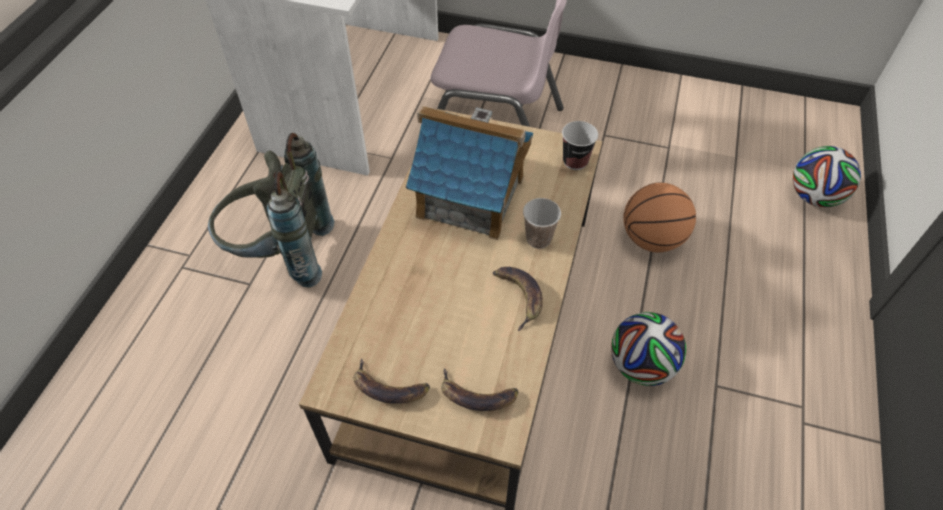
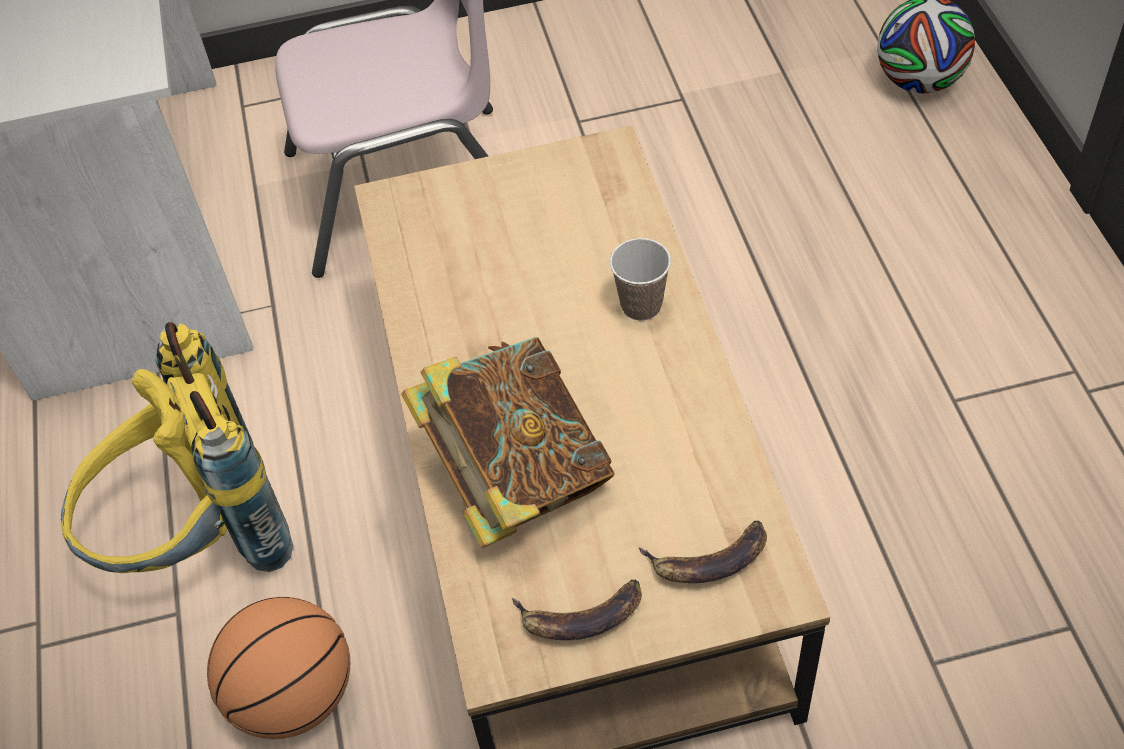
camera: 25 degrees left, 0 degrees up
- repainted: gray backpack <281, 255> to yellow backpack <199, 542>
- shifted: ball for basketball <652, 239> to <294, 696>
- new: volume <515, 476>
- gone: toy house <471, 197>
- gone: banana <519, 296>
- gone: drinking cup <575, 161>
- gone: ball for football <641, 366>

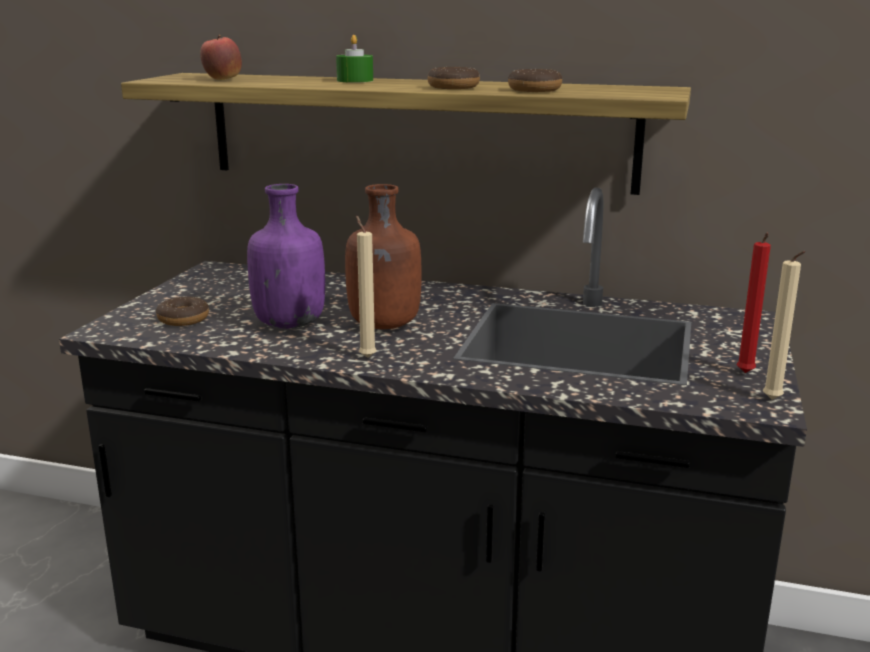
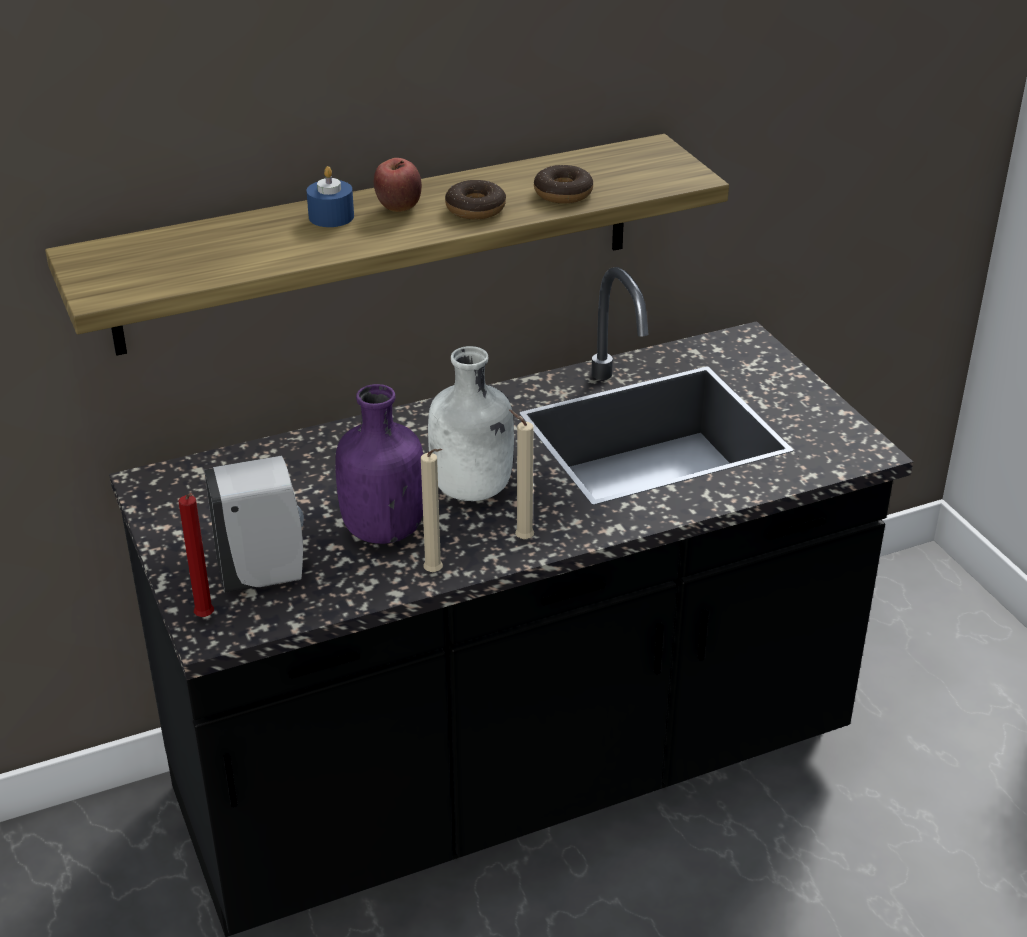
camera: 40 degrees left, 15 degrees up
- shifted: reddish wax light <745, 374> to <205, 619>
- swapped: doughnut <183, 319> to white-coloured liquid soap bottle <265, 575>
- repainted: green-coloured wax light <355, 80> to blue-coloured wax light <331, 216>
- shifted: whole apple <222, 79> to <399, 208>
- shifted: beige-coloured wax light <773, 401> to <435, 573>
- repainted: brownish bottle <384, 325> to white-coloured bottle <472, 490>

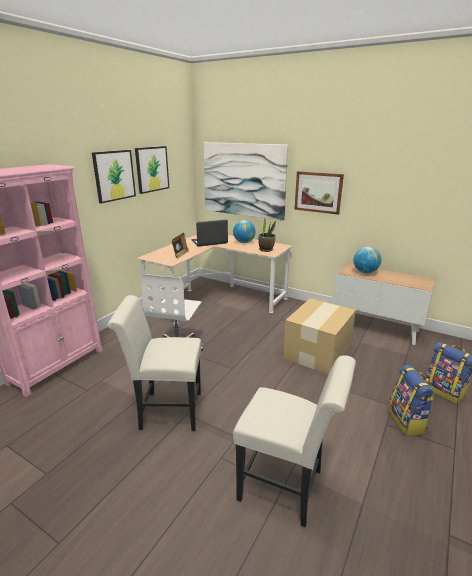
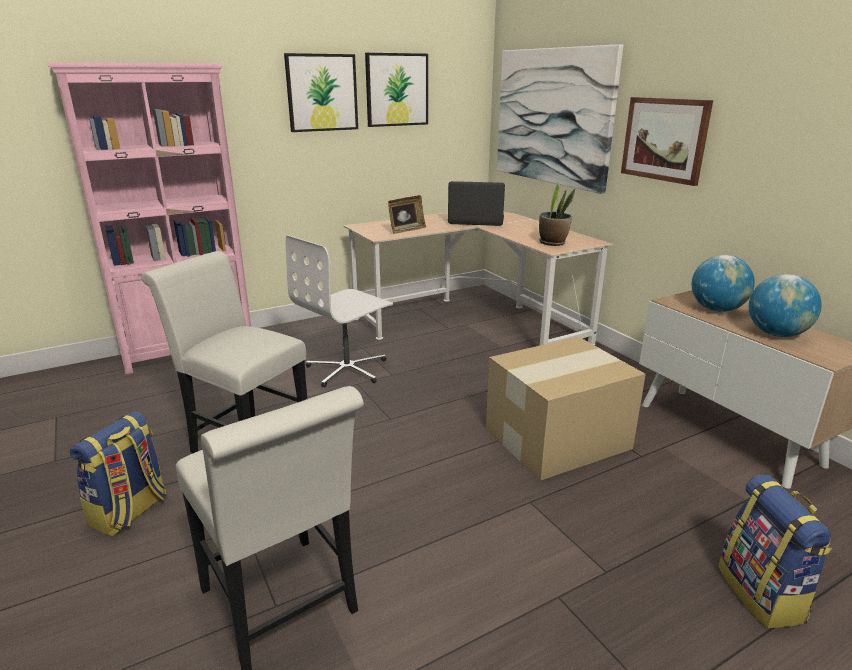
camera: 30 degrees right, 0 degrees up
- shifted: backpack <407, 421> to <130, 512>
- shifted: desk globe <244, 242> to <776, 334>

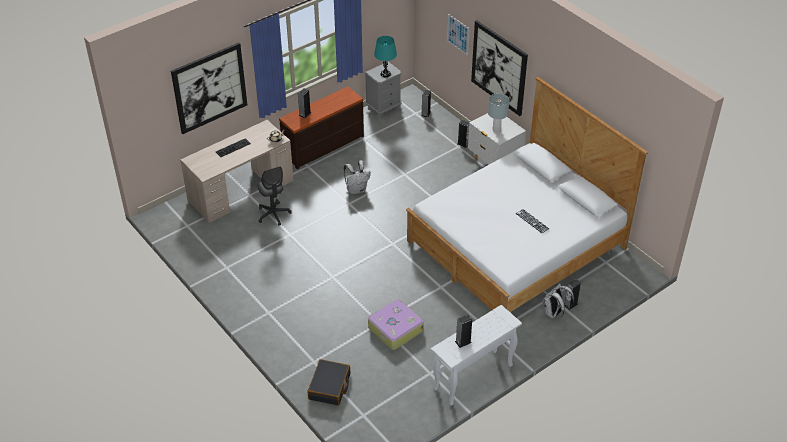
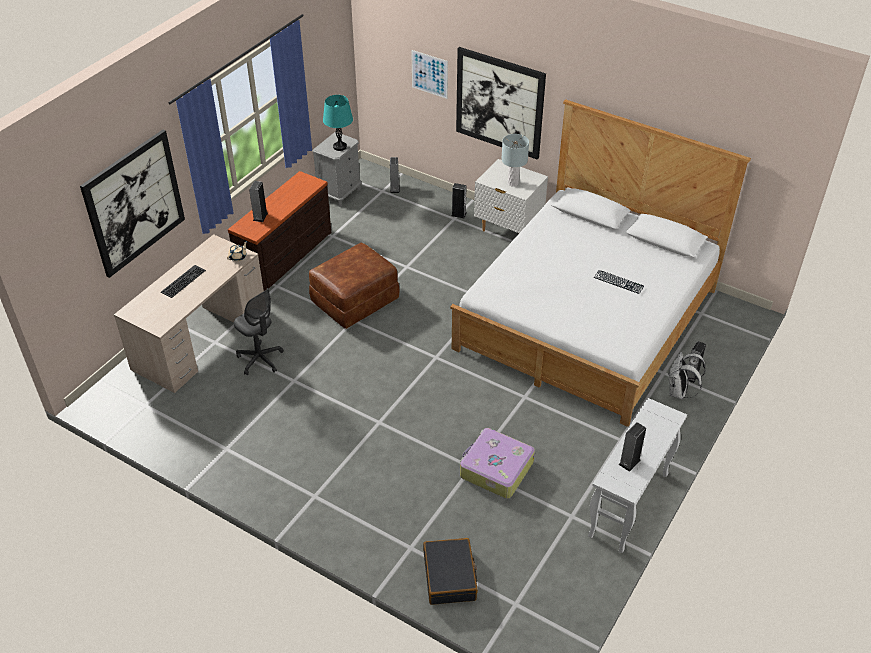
camera: 20 degrees left, 0 degrees up
- swapped: white-coloured backpack <356, 190> to brownish footrest <355, 300>

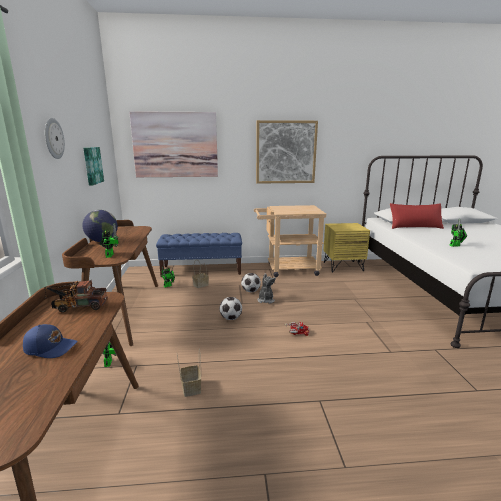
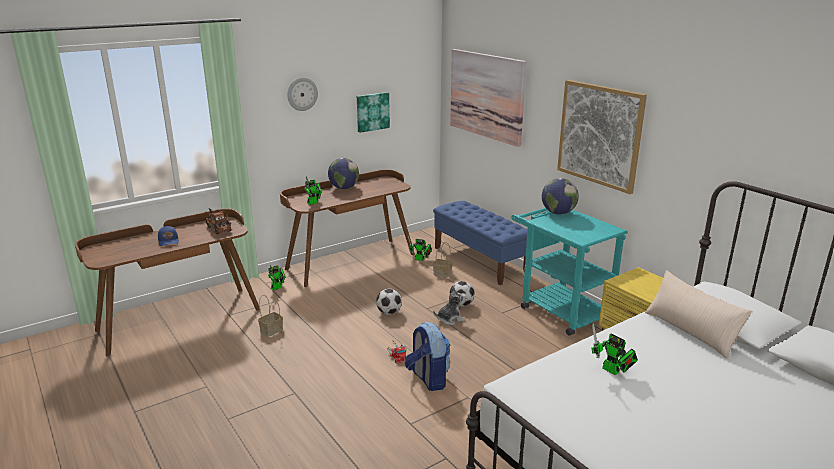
camera: 60 degrees right, 5 degrees up
- new: backpack <428, 379>
- repainted: beige-coloured trolley <287, 269> to turquoise-coloured trolley <559, 309>
- new: desk globe <558, 213>
- repainted: reddish pillow <414, 227> to beige-coloured pillow <691, 331>

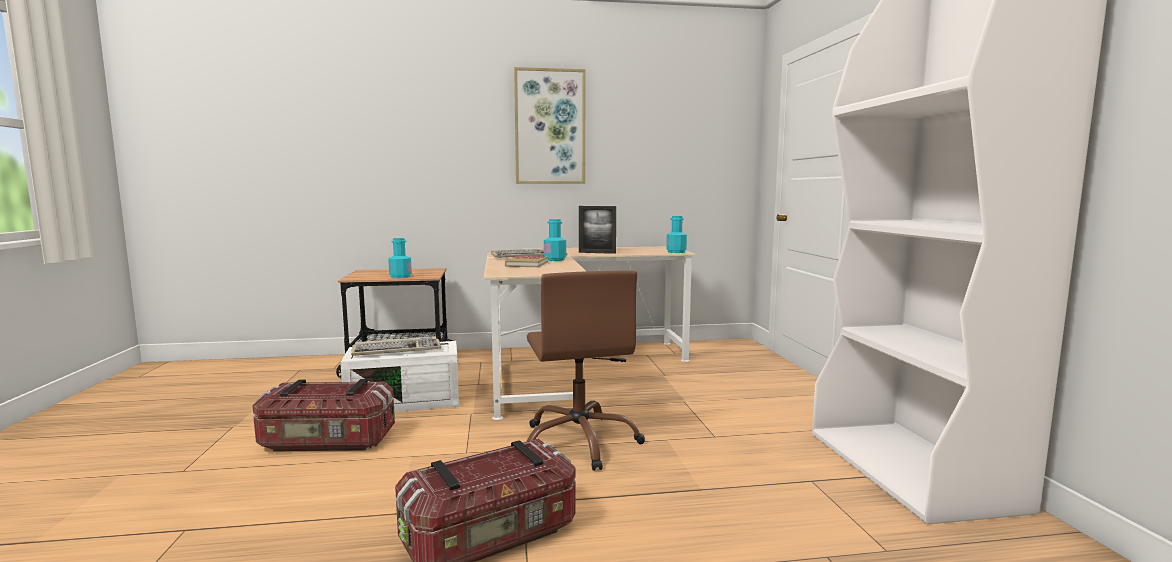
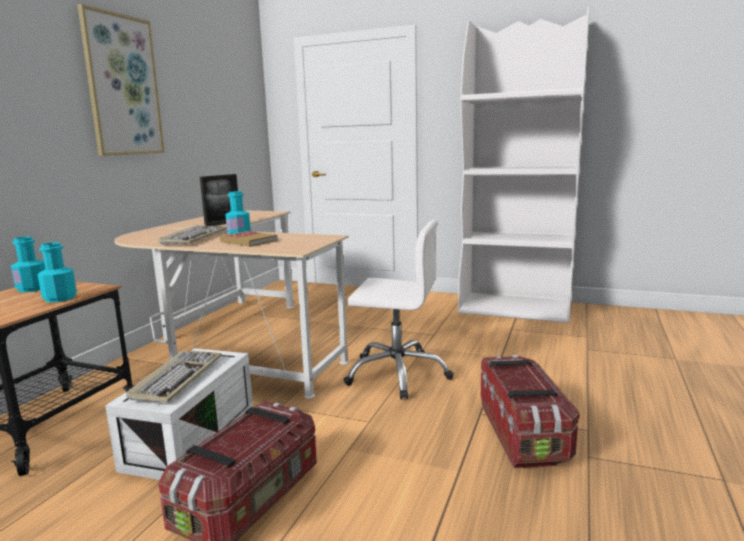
camera: 60 degrees left, 5 degrees up
- shifted: turquoise-coloured bottle <676, 252> to <32, 288>
- repainted: brownish office chair <580, 441> to white-coloured office chair <397, 374>

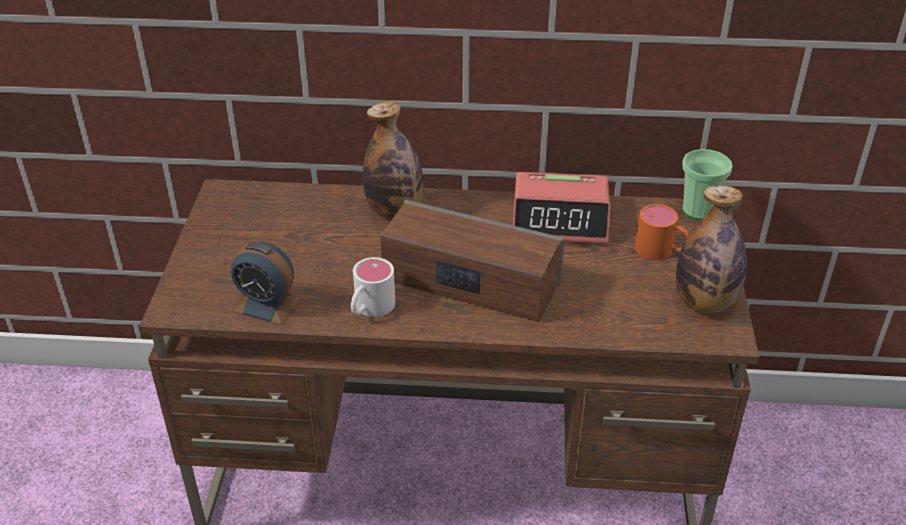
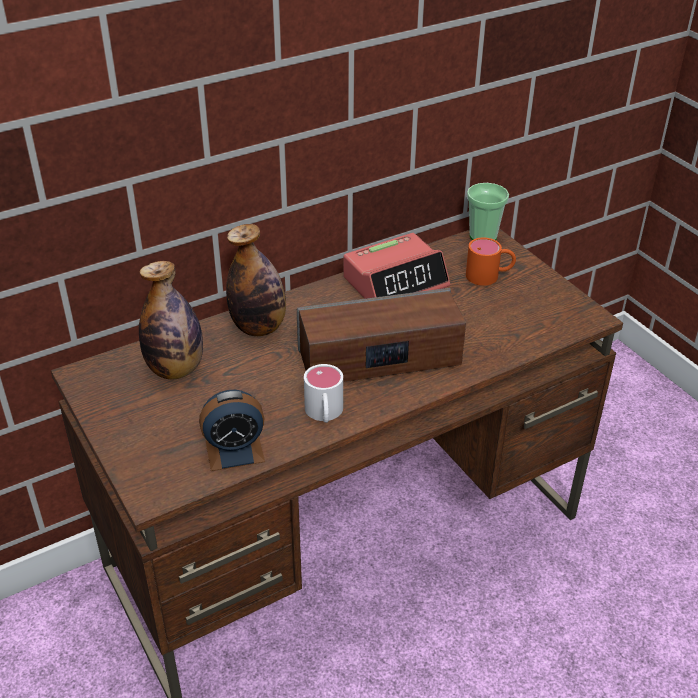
camera: 35 degrees left, 0 degrees up
- shifted: bottle <704, 303> to <175, 369>

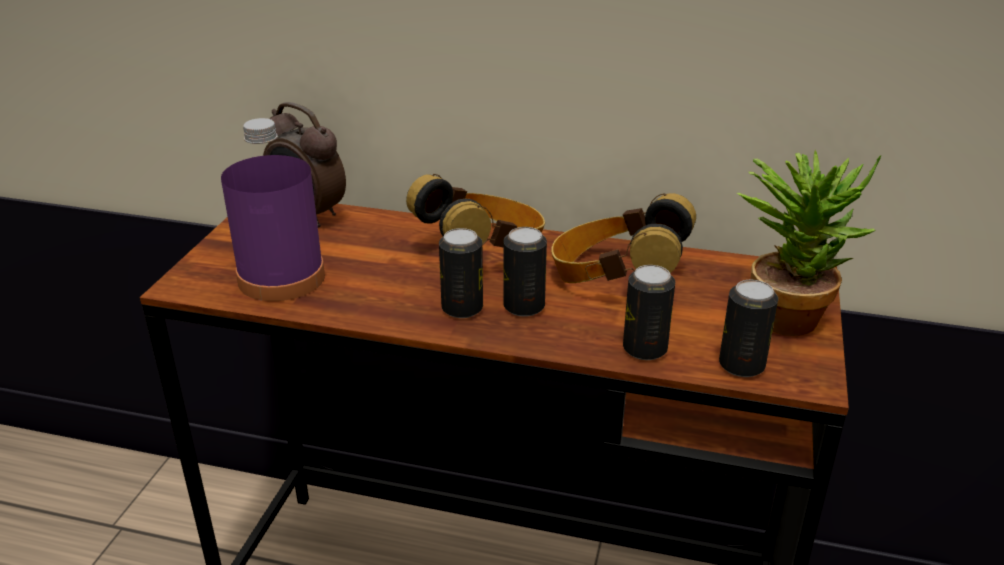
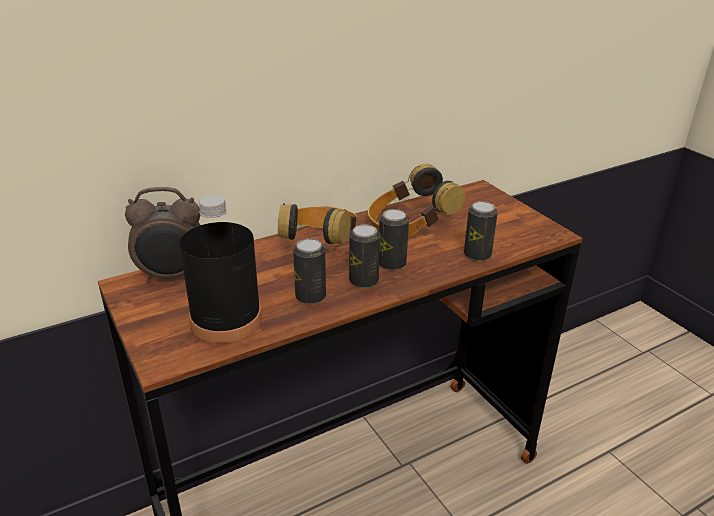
camera: 45 degrees left, 0 degrees up
- repainted: purple bottle <281, 277> to blackish bottle <226, 320>
- shifted: metal can <741, 365> to <310, 296>
- gone: houseplant <788, 312>

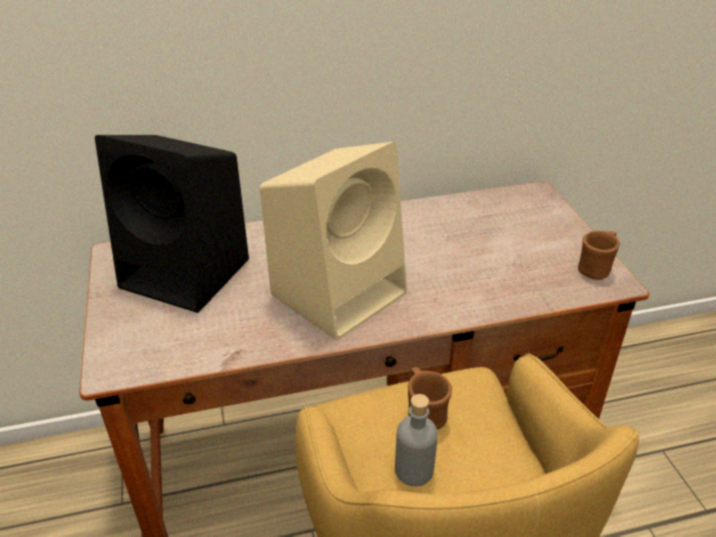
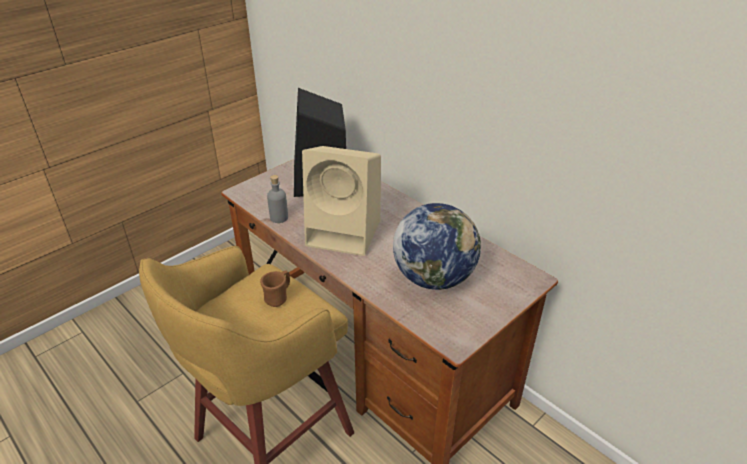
camera: 60 degrees right, 0 degrees up
- shifted: gray bottle <414, 470> to <279, 218>
- new: desk globe <434, 278>
- gone: brownish coffee mug <596, 269>

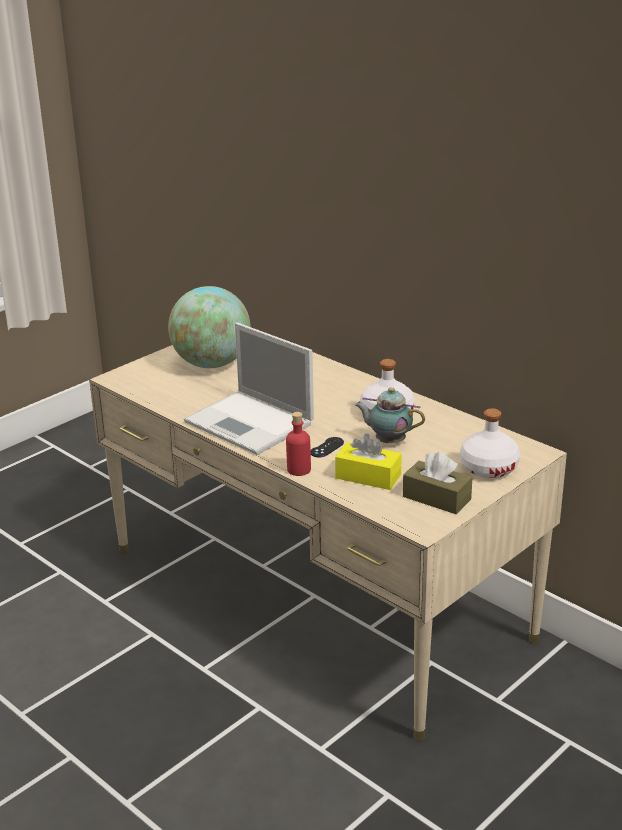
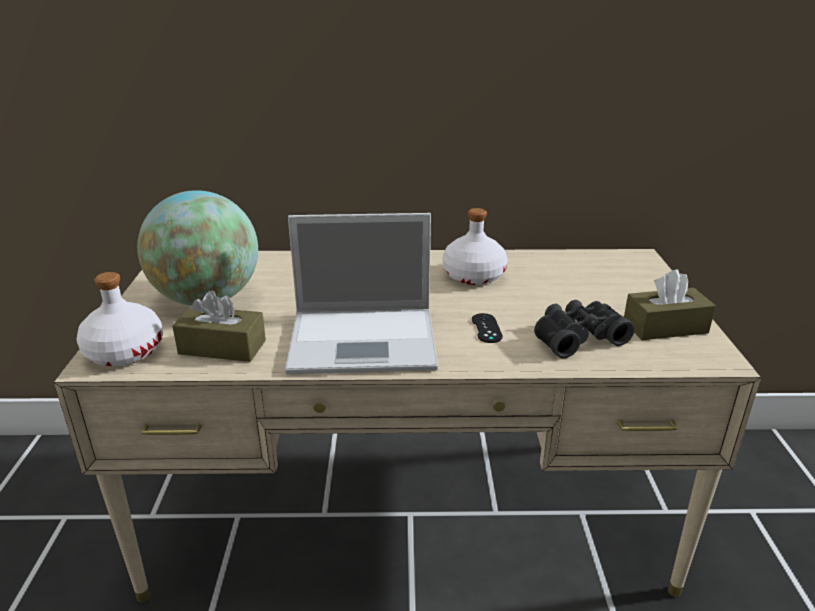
camera: 45 degrees left, 0 degrees up
- shifted: white-coloured bottle <488, 467> to <124, 351>
- new: brownish tissue holder <222, 347>
- swapped: yellow tissue holder <368, 476> to blackish field glasses <577, 337>
- gone: reddish bottle <299, 470>
- gone: tea pot <388, 441>

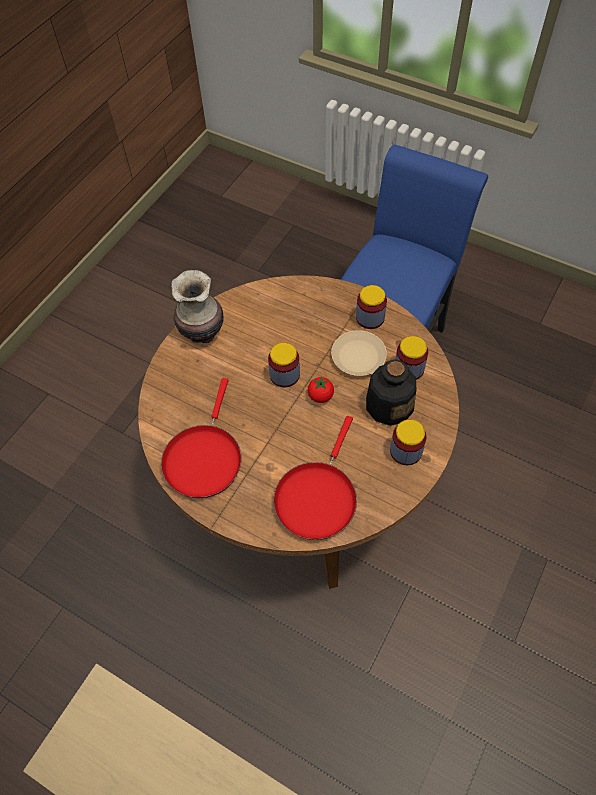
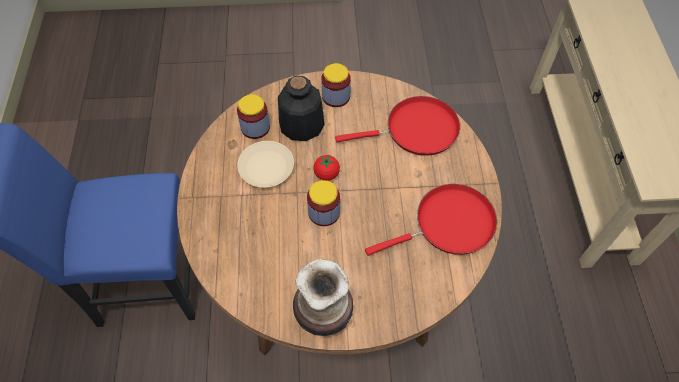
camera: 125 degrees left, 0 degrees up
- gone: jar <370, 318>

